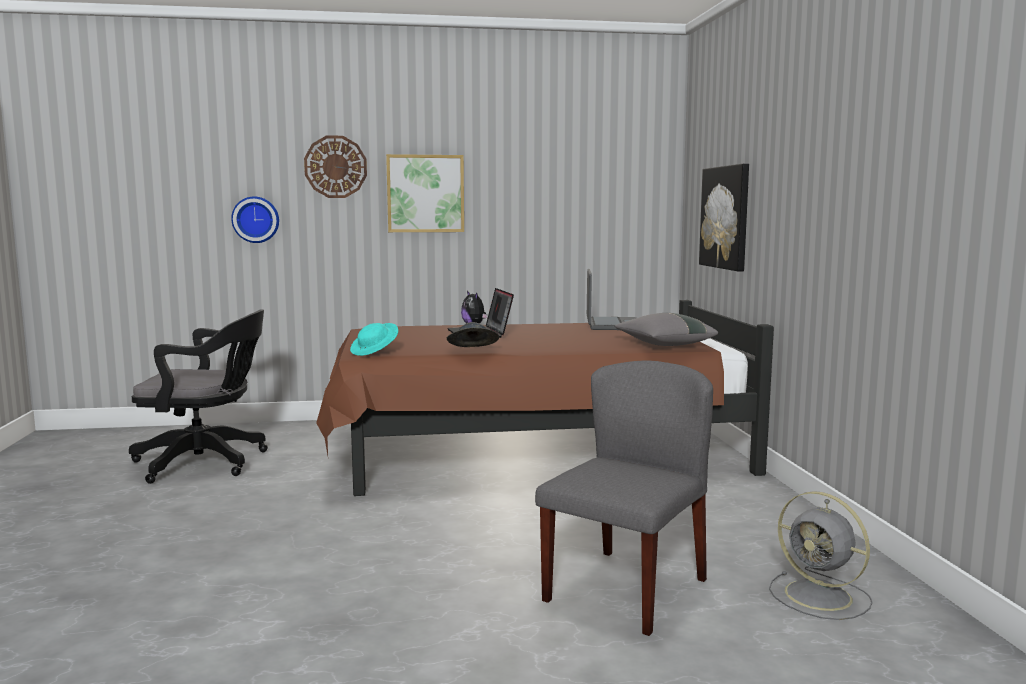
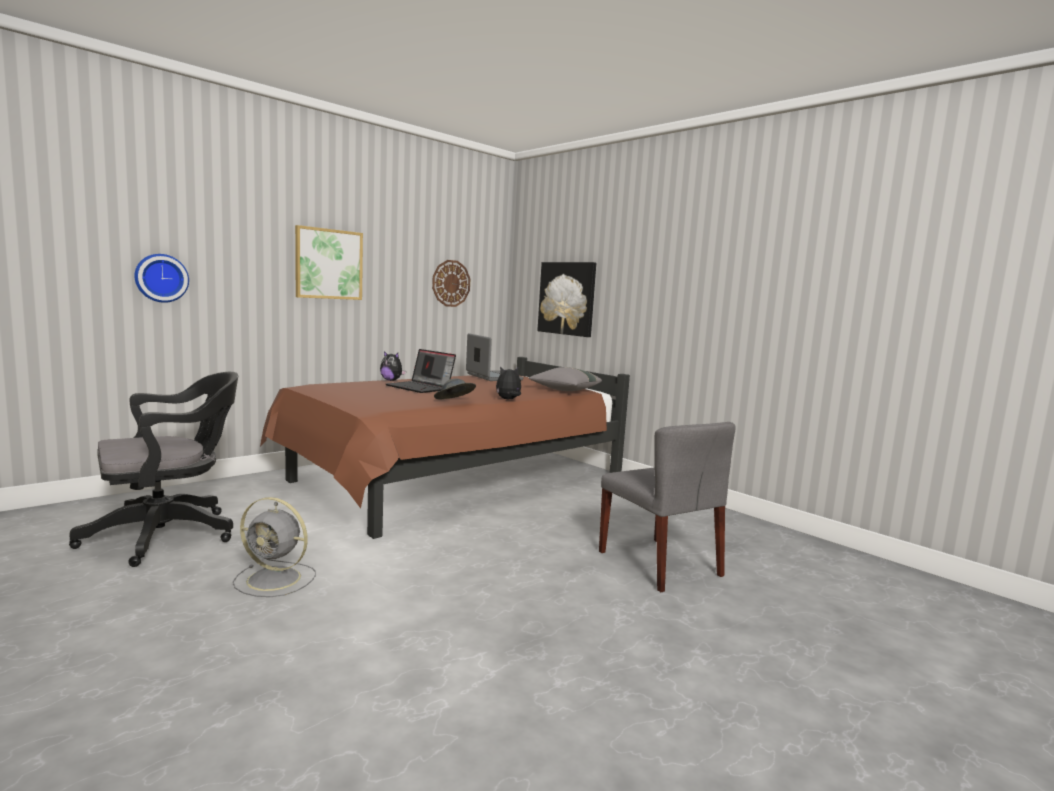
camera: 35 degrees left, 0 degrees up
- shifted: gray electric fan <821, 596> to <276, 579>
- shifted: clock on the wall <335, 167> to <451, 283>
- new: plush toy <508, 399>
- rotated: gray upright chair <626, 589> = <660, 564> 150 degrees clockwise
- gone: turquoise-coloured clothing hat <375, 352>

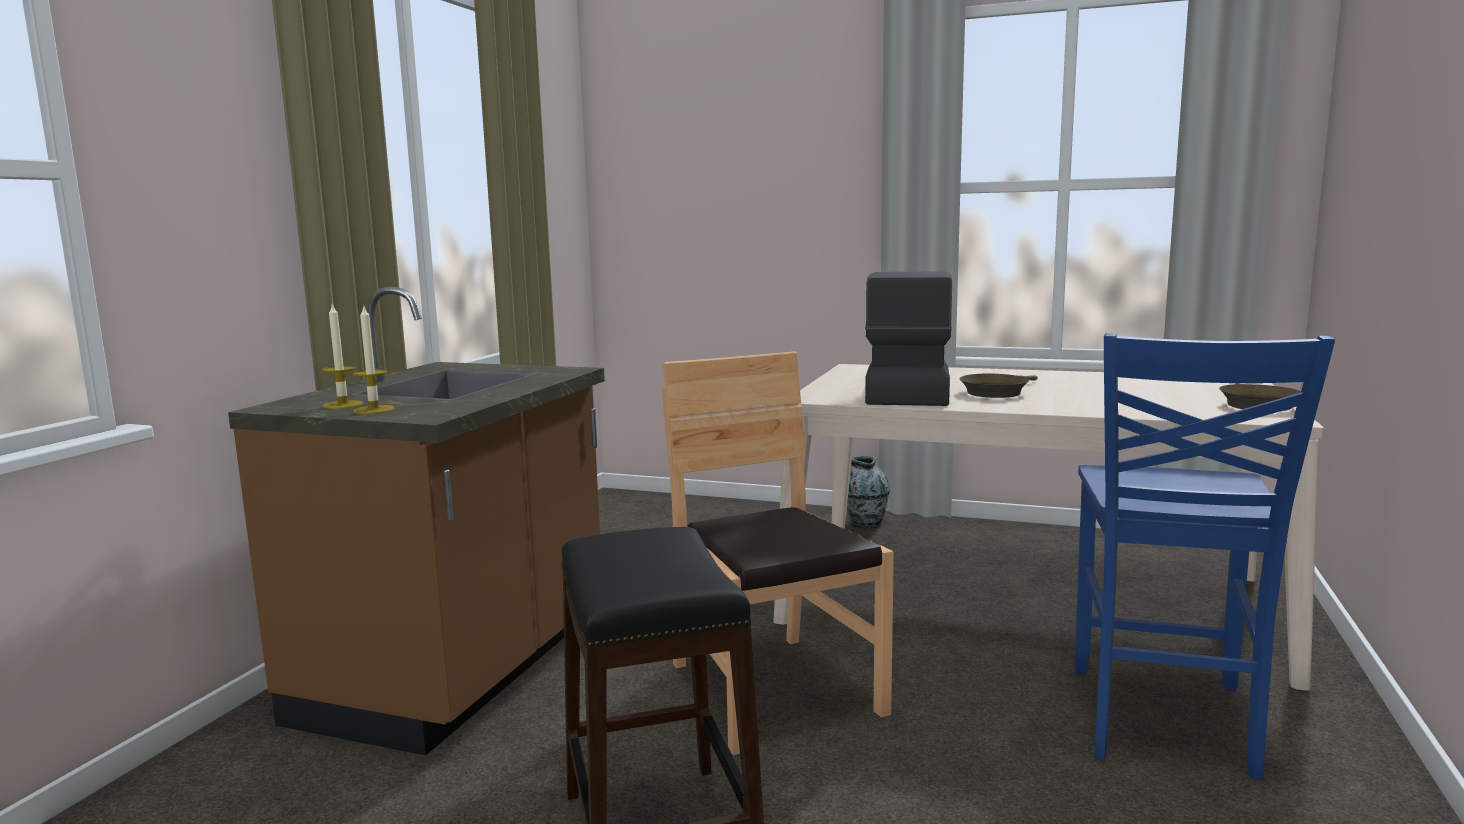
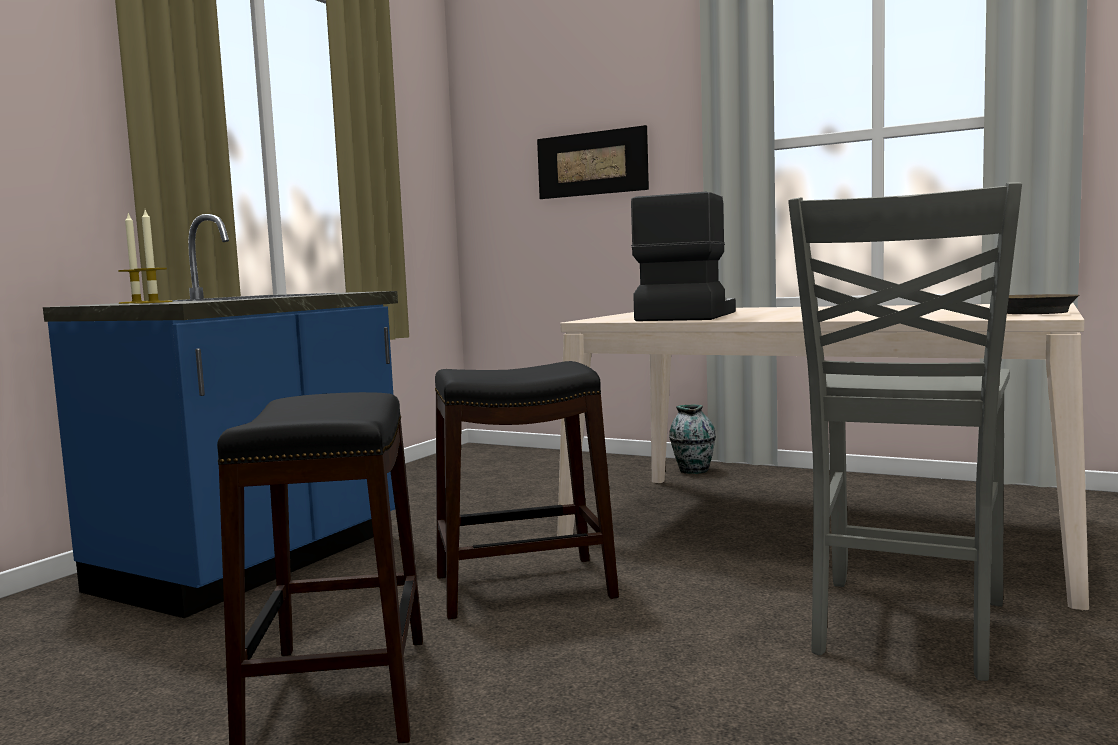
camera: 10 degrees right, 5 degrees down
- repainted: brownish counter <461, 671> to blue-coloured counter <256, 562>
- swapped: brownish upright chair <772, 689> to blackish sitting stool <522, 586>
- new: wall picture <592, 163>
- repainted: blue-coloured upright chair <1162, 722> to gray upright chair <904, 628>
- gone: brownish frying pan <996, 392>

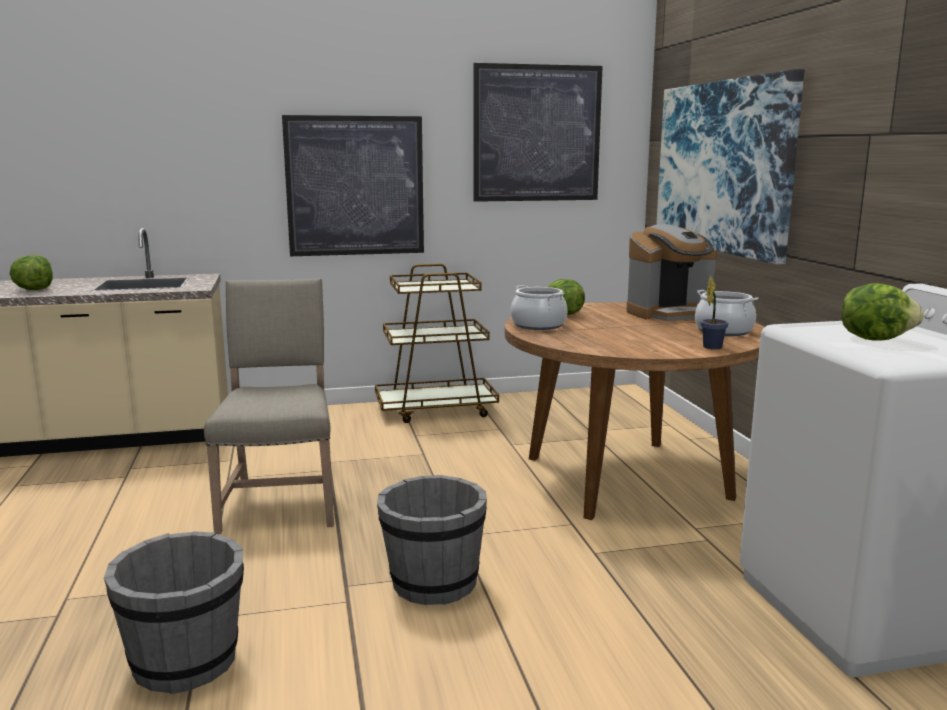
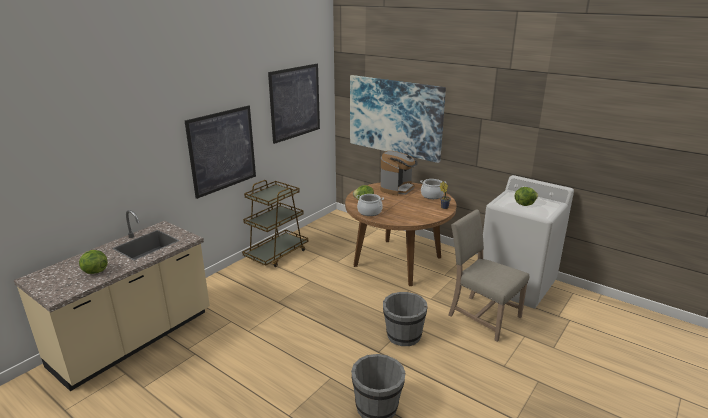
camera: 40 degrees left, 10 degrees up
- shifted: beige-coloured upright chair <281, 501> to <481, 316>

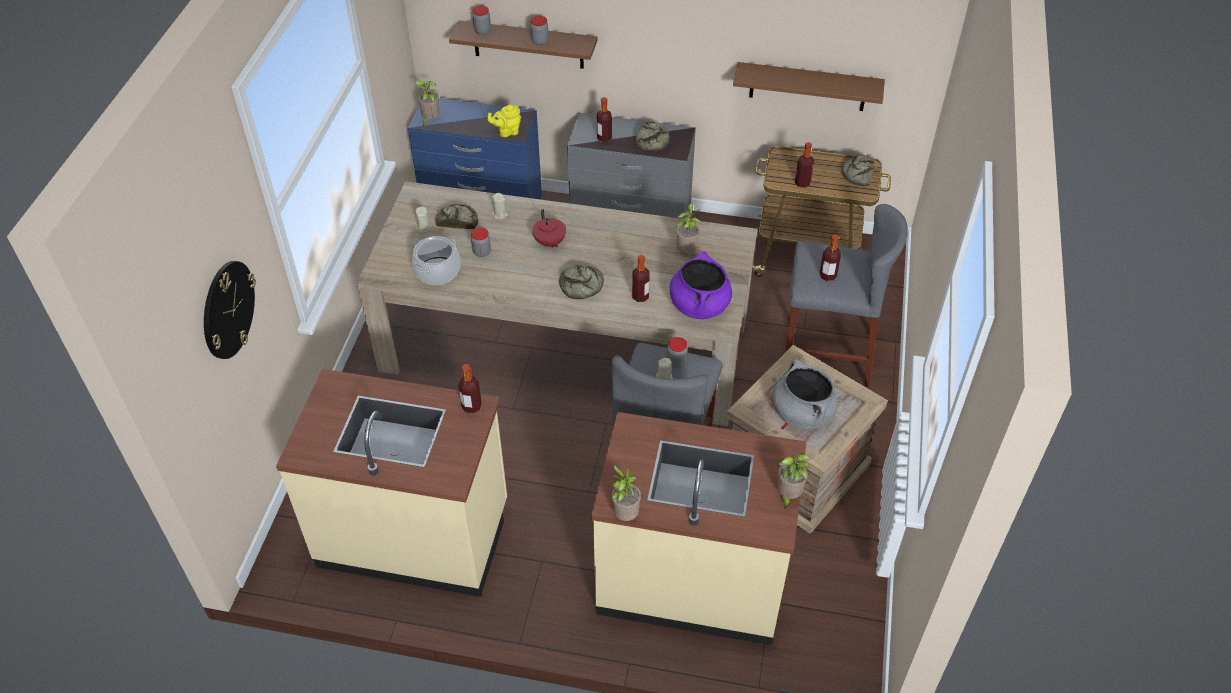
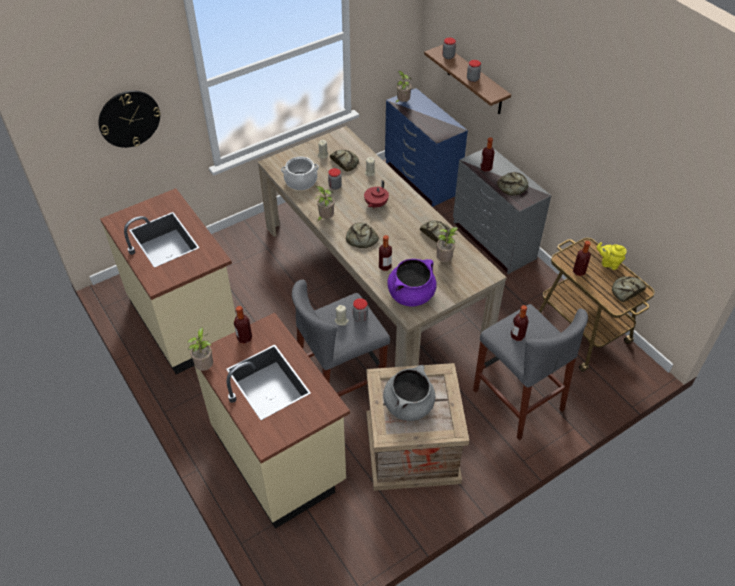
camera: 45 degrees right, 0 degrees up
- shifted: bottle <471, 407> to <244, 338>
- shifted: houseplant <788, 496> to <325, 218>
- new: baked bread <436, 234>
- shifted: yellow tea pot <507, 132> to <608, 263>
- gone: brownish shelf <808, 87>

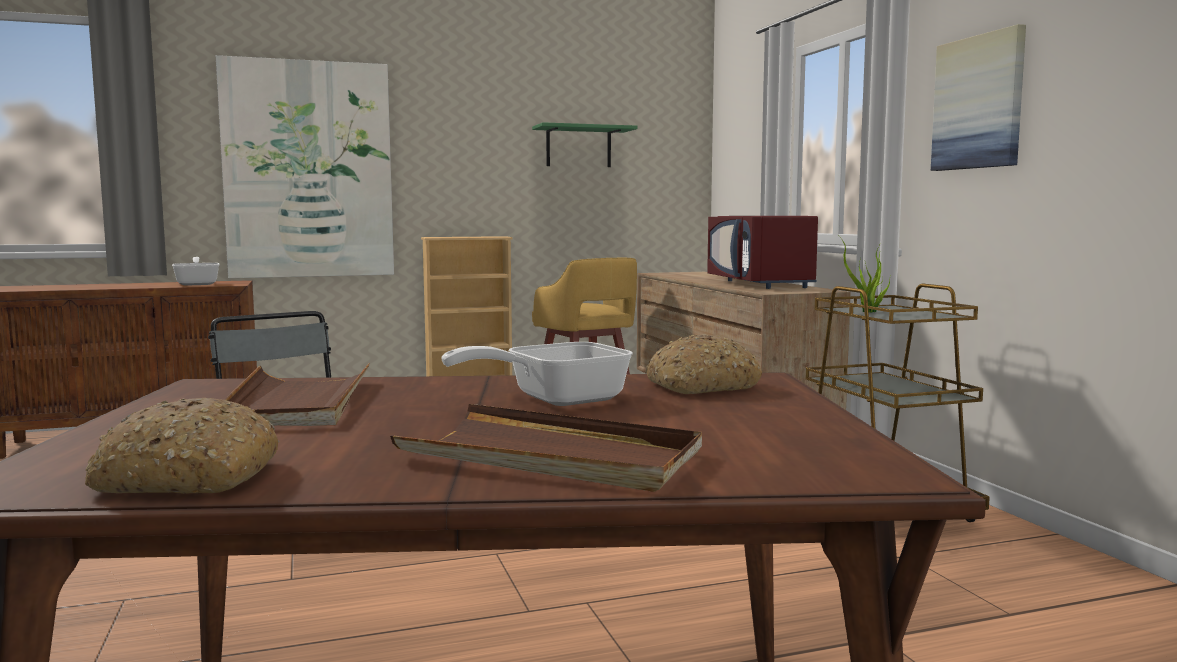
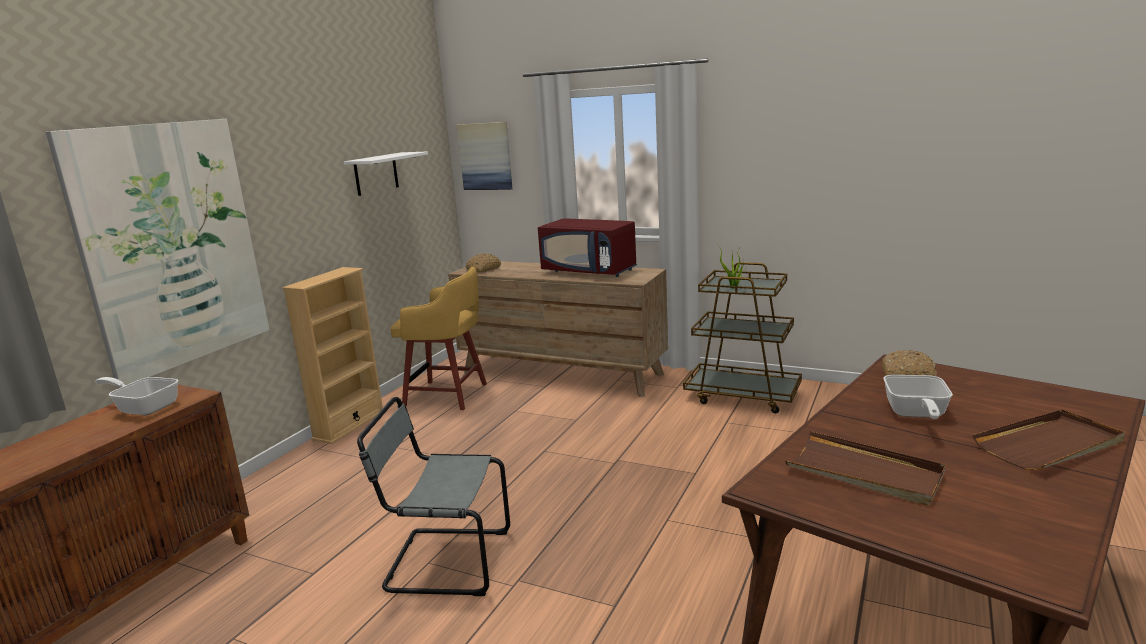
camera: 45 degrees left, 10 degrees up
- repainted: green-coloured shelf <578, 147> to white-coloured shelf <376, 174>
- shifted: wall picture <978, 102> to <485, 156>
- shifted: baked bread <187, 478> to <483, 269>

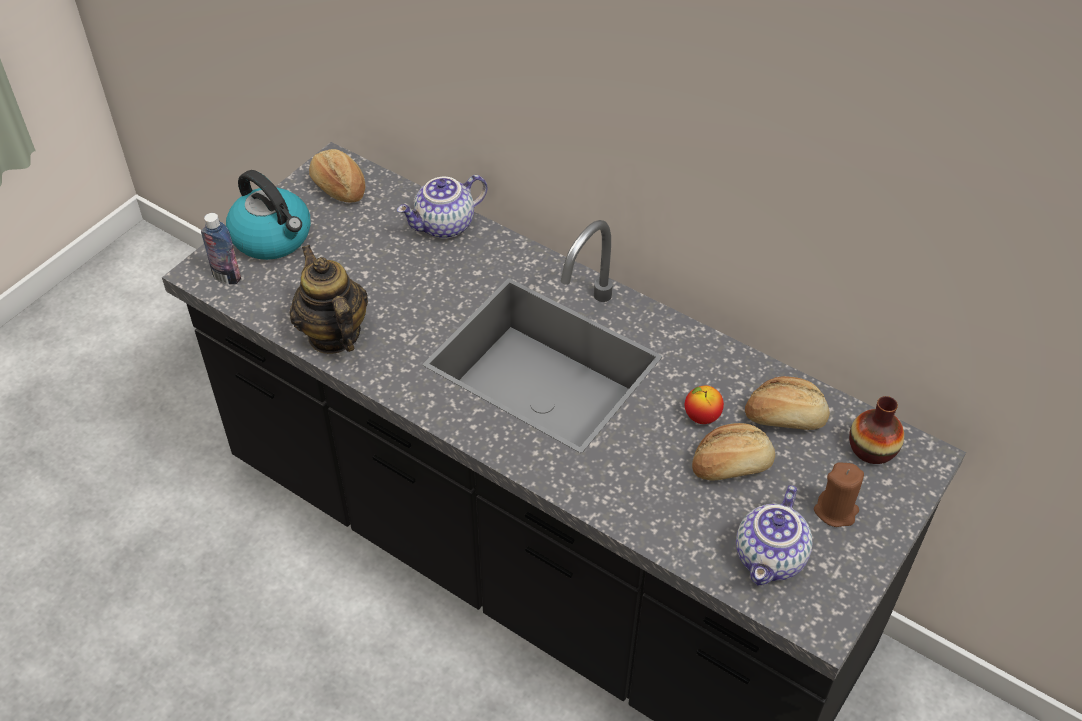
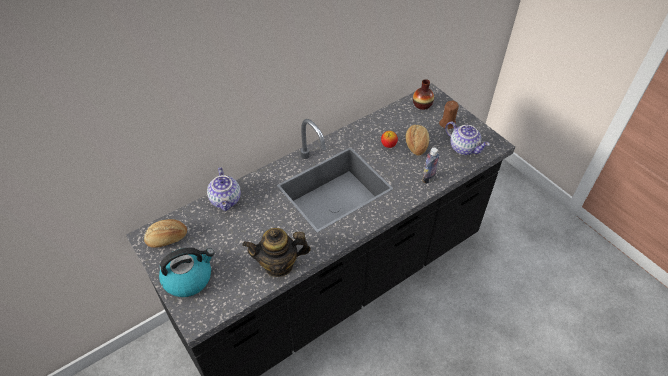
camera: 70 degrees left, 0 degrees up
- shifted: bottle <227, 277> to <428, 178>
- gone: baked bread <785, 417>

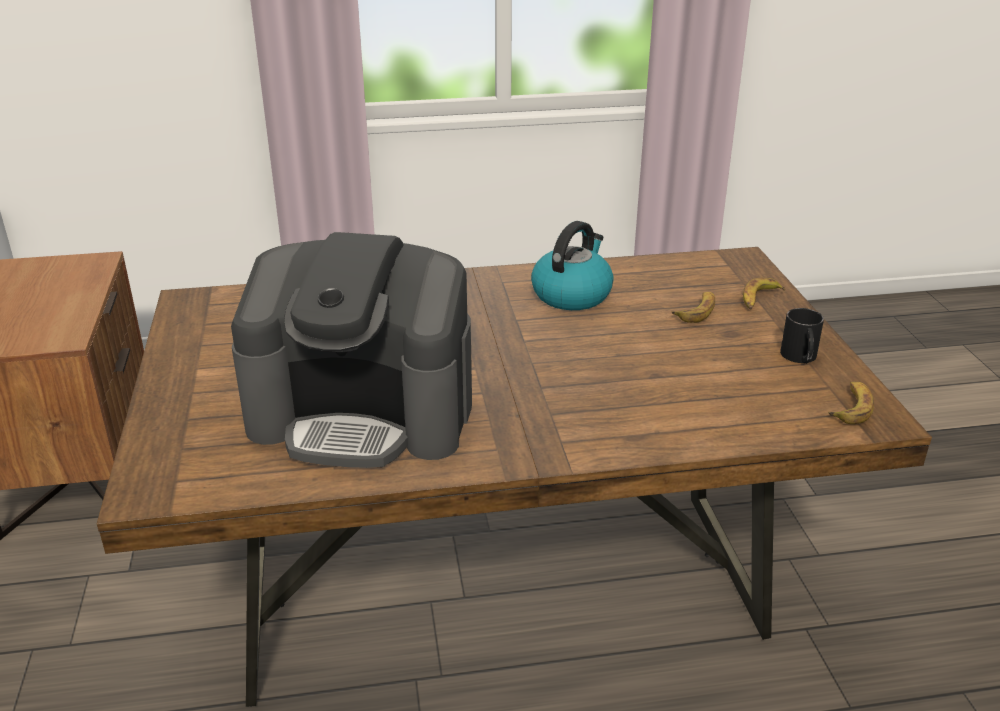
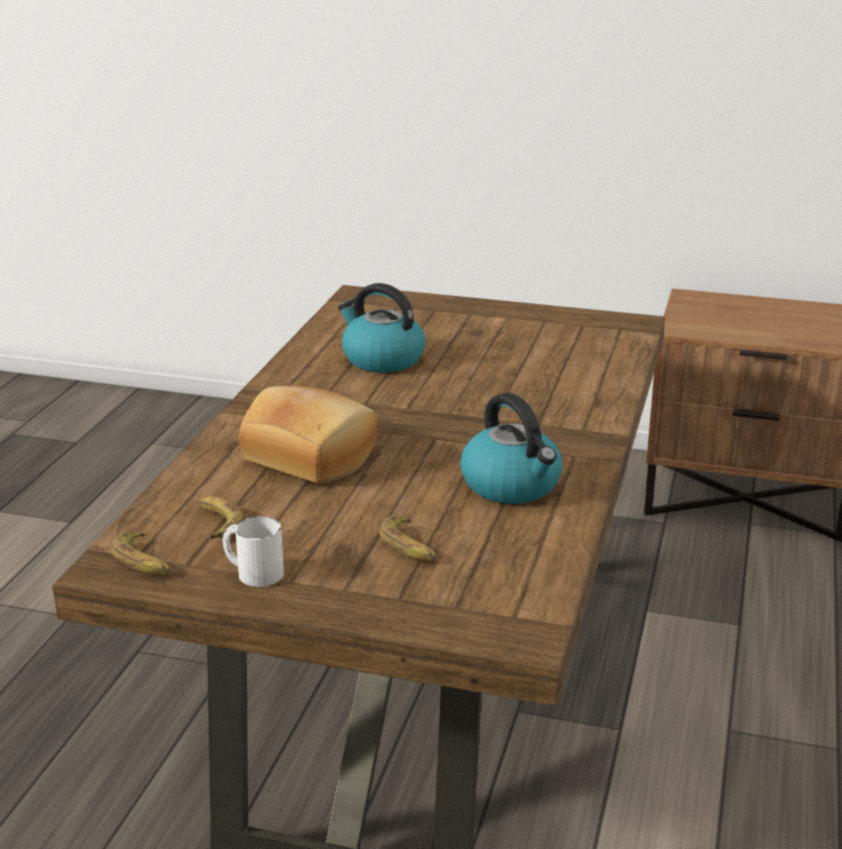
camera: 115 degrees right, 5 degrees down
- shifted: banana <759, 299> to <218, 523>
- repainted: blackish coffee mug <800, 358> to white-coloured coffee mug <252, 572>
- new: baked bread <312, 455>
- swapped: coffee machine <364, 413> to kettle <381, 359>

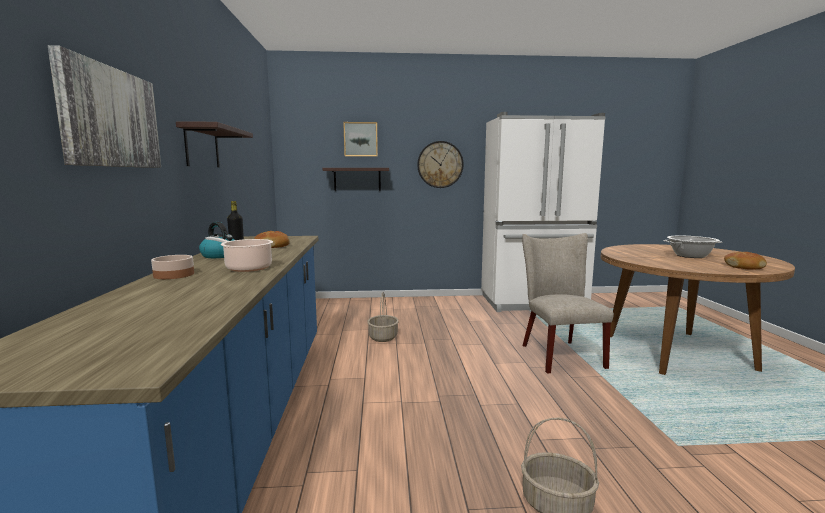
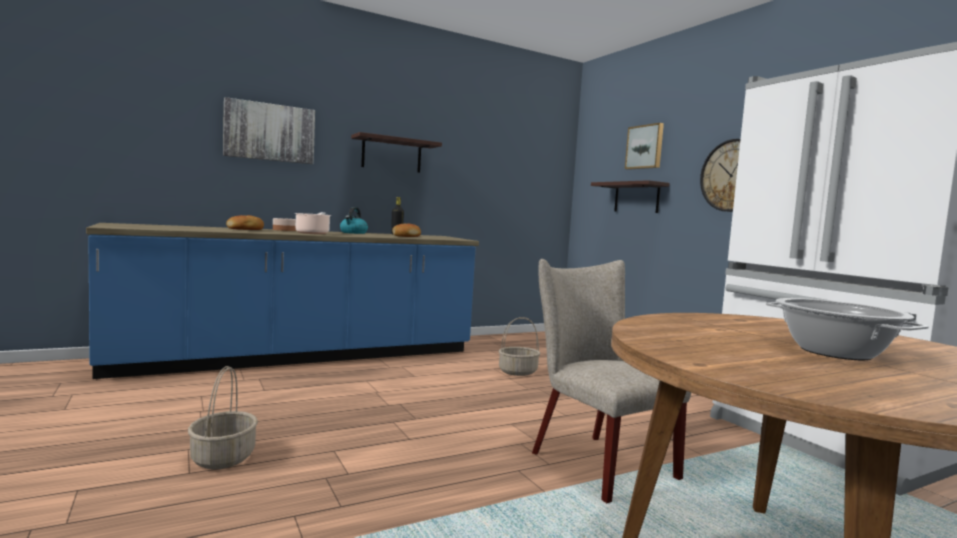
camera: 65 degrees right, 5 degrees down
- shifted: baked bread <744, 267> to <245, 229>
- rotated: beige-coloured upright chair <558, 354> = <595, 462> 90 degrees counterclockwise

